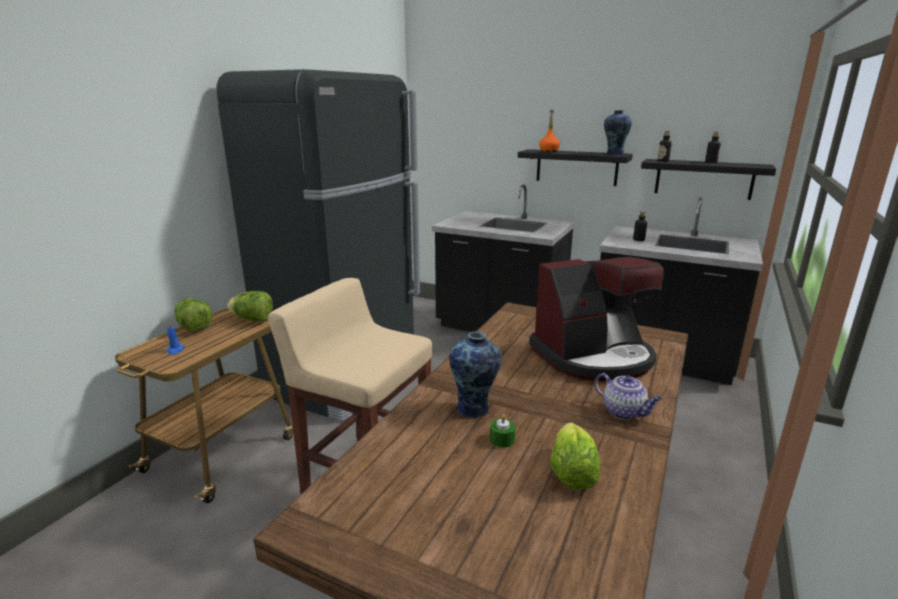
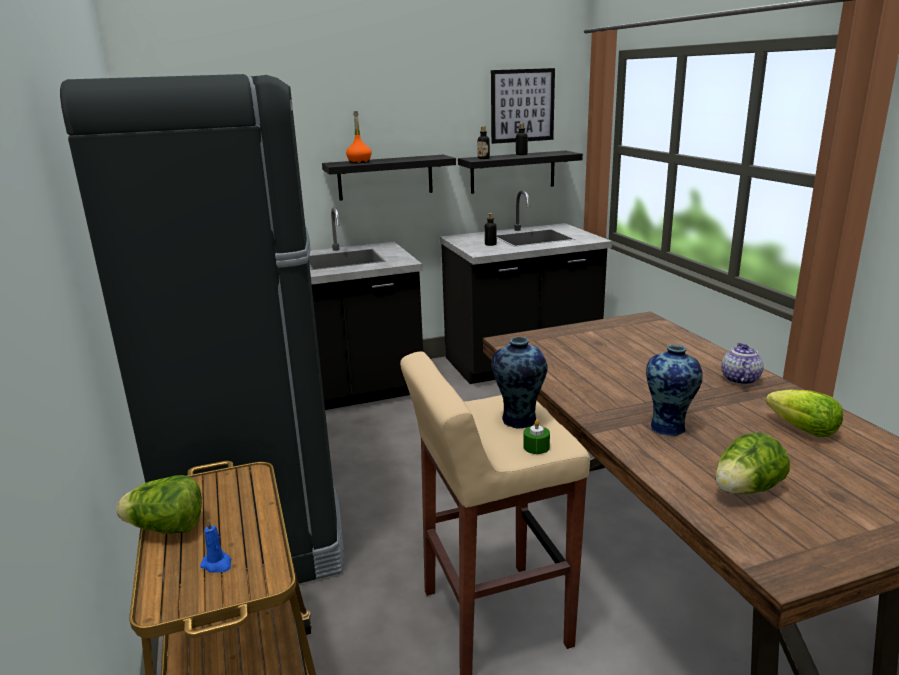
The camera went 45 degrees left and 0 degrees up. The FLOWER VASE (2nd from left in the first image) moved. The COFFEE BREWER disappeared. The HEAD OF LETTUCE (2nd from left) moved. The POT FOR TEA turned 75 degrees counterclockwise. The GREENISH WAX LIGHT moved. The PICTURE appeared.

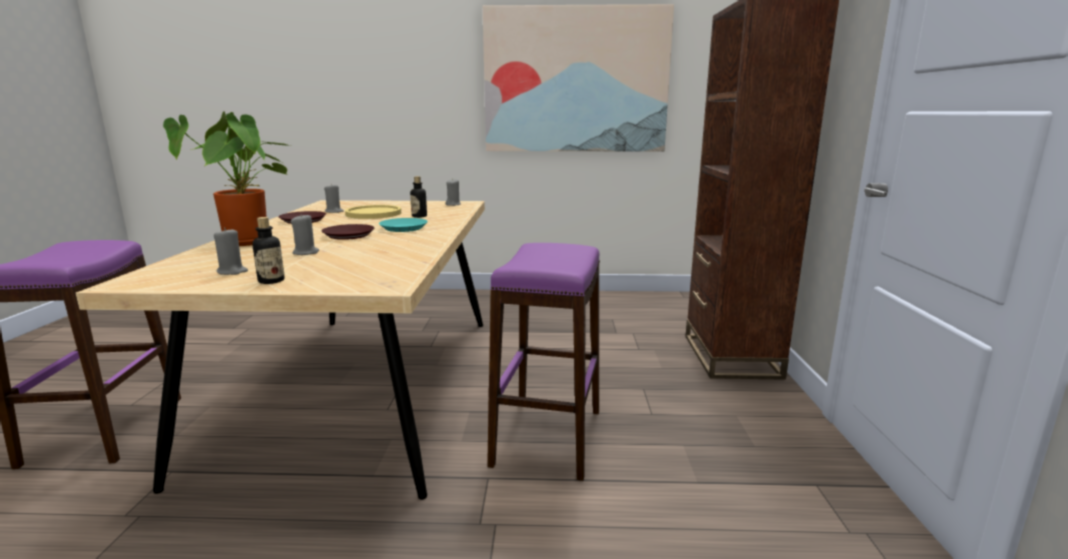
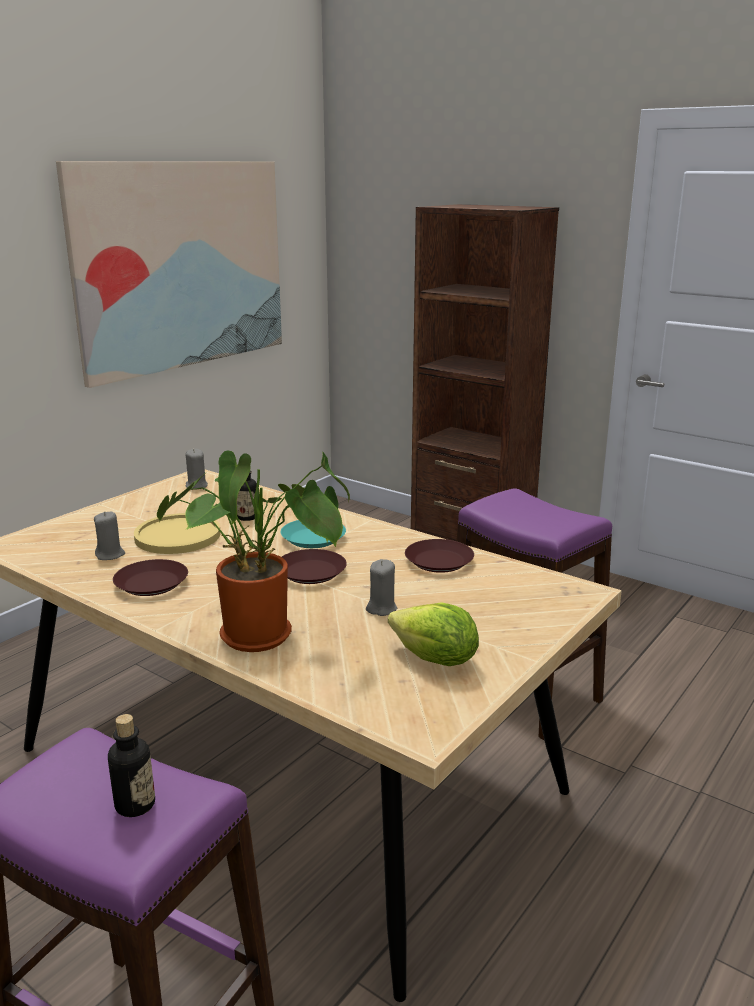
The camera went 55 degrees left and 5 degrees up. The DRINK BOTTLE (1st from left) moved. The GREYISH WAX LIGHT (1st from left) was replaced by the HEAD OF LETTUCE. The BROWN DINNER PLATE (3rd from left) appeared.

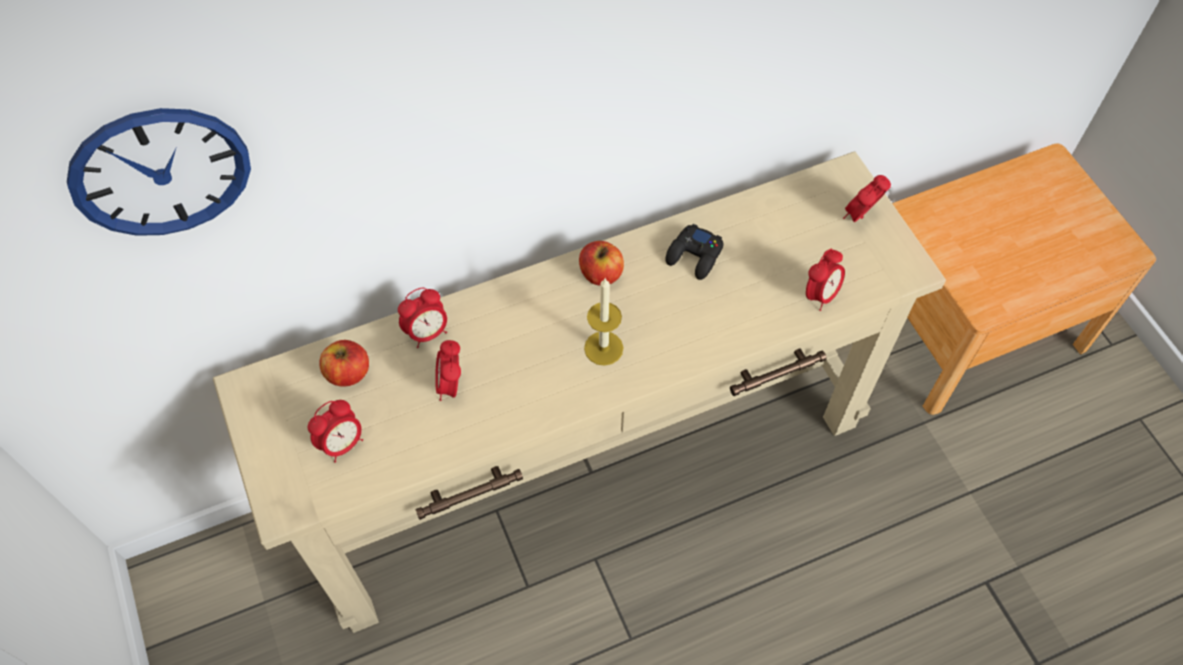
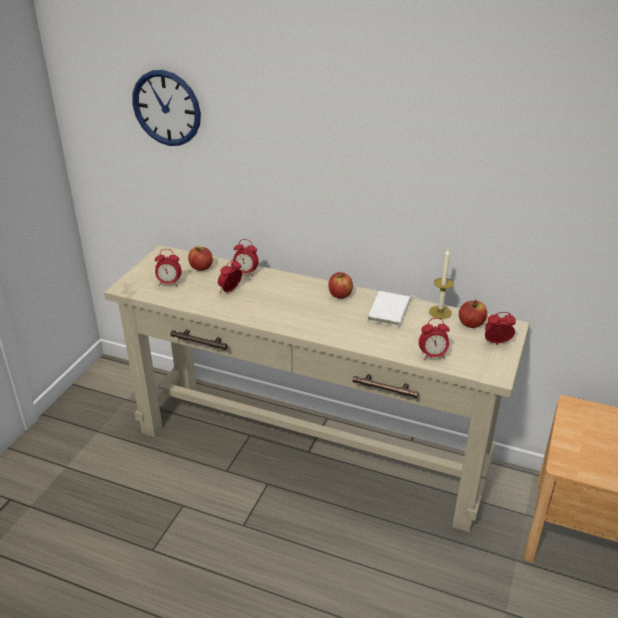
The camera went 45 degrees right and 25 degrees down. The BLACKISH GAME CONTROLLER was replaced by the WHITE BOUND BOOK. The WAX LIGHT moved. The APPLE FRUIT (3rd from left) appeared.

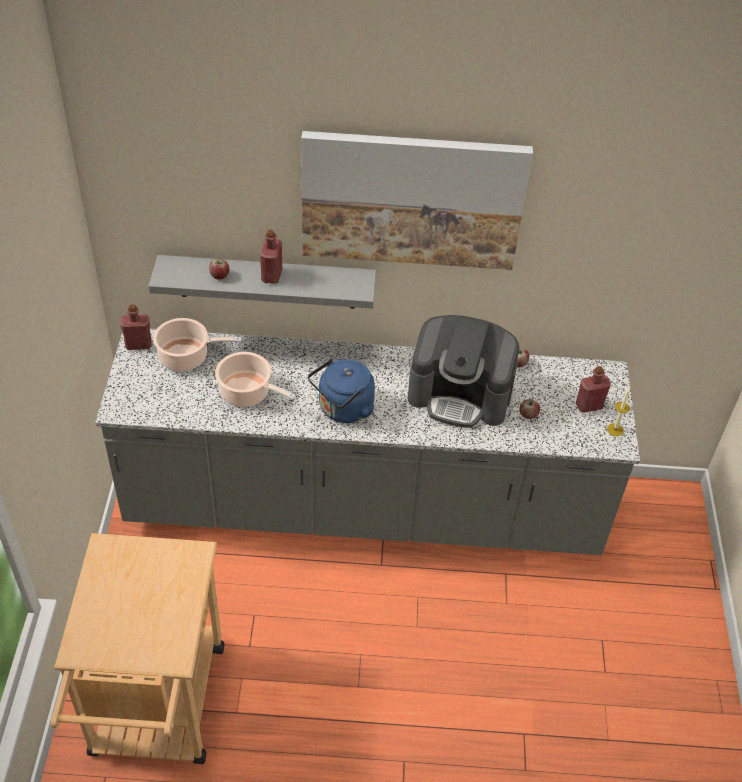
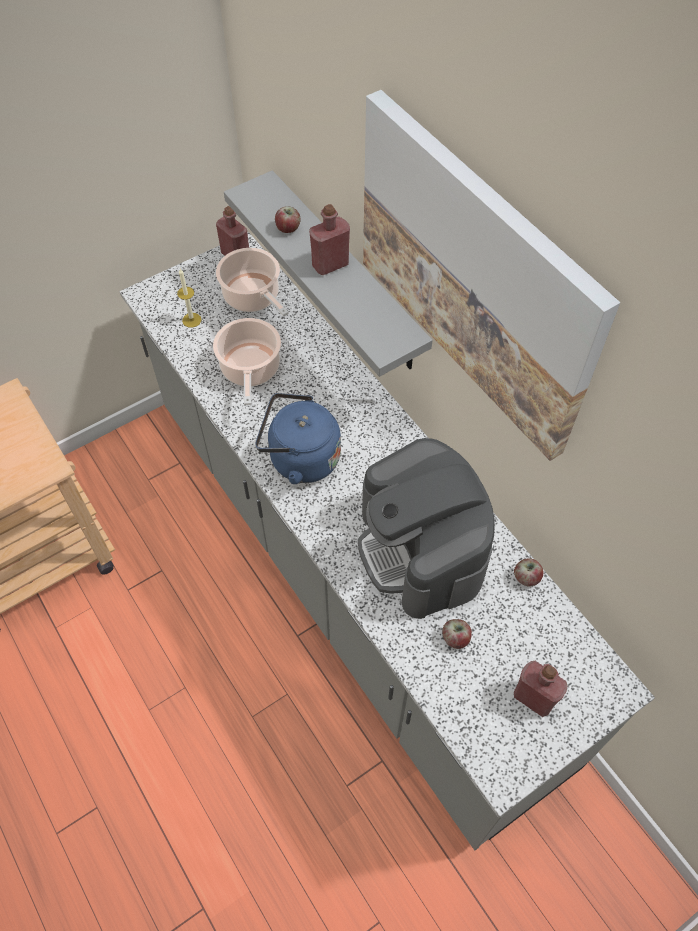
The camera went 55 degrees right and 10 degrees up. The WAX LIGHT moved.

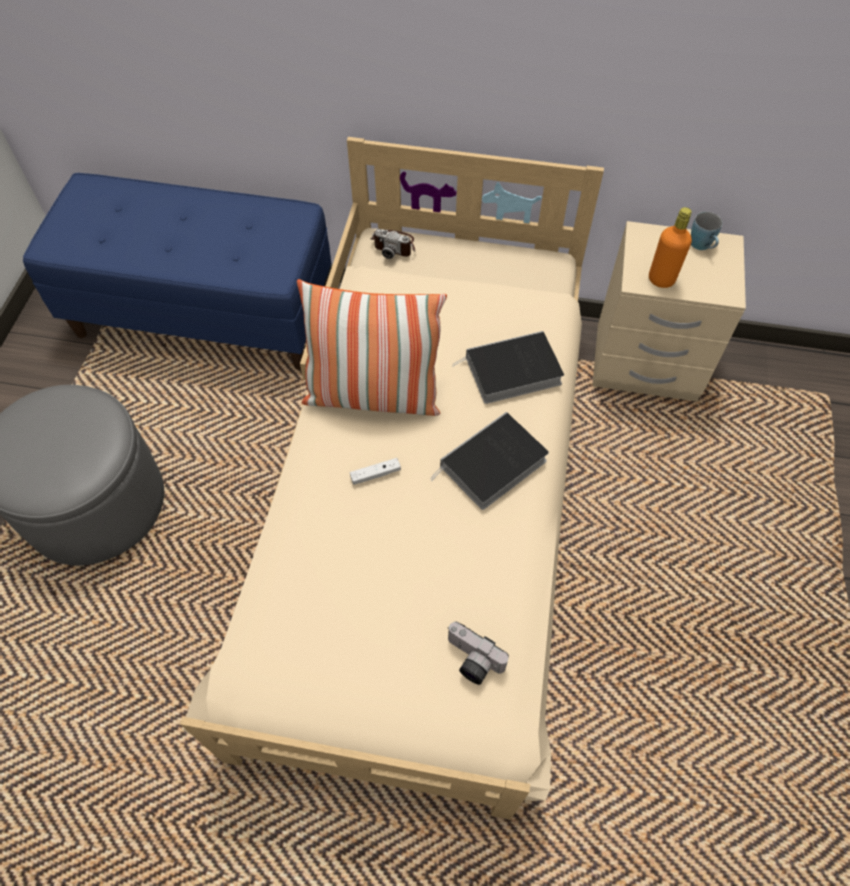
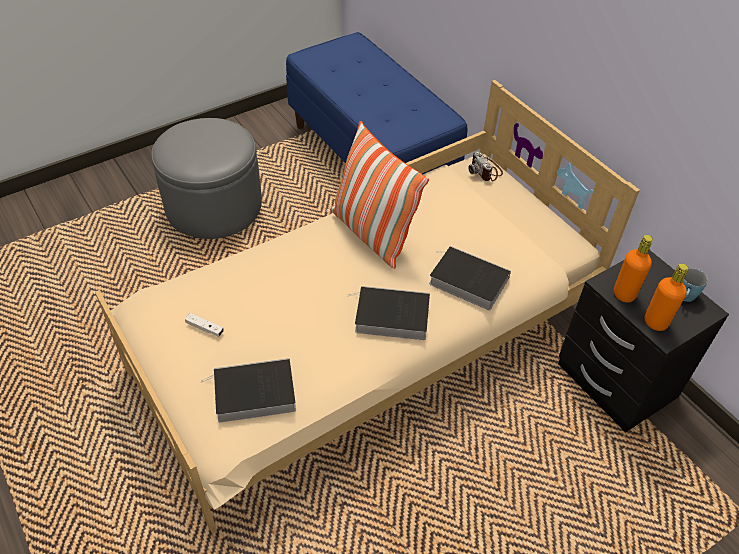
The camera went 45 degrees right and 10 degrees down. The BEIGE-COLOURED BEDSIDE TABLE became the BLACKISH BEDSIDE TABLE. The WHITE GAME CONTROLLER moved. The STILL CAMERA (2nd from left) was replaced by the BOUND BOOK (1st from left). The ORANGE DRINK BOTTLE (2nd from left) appeared.

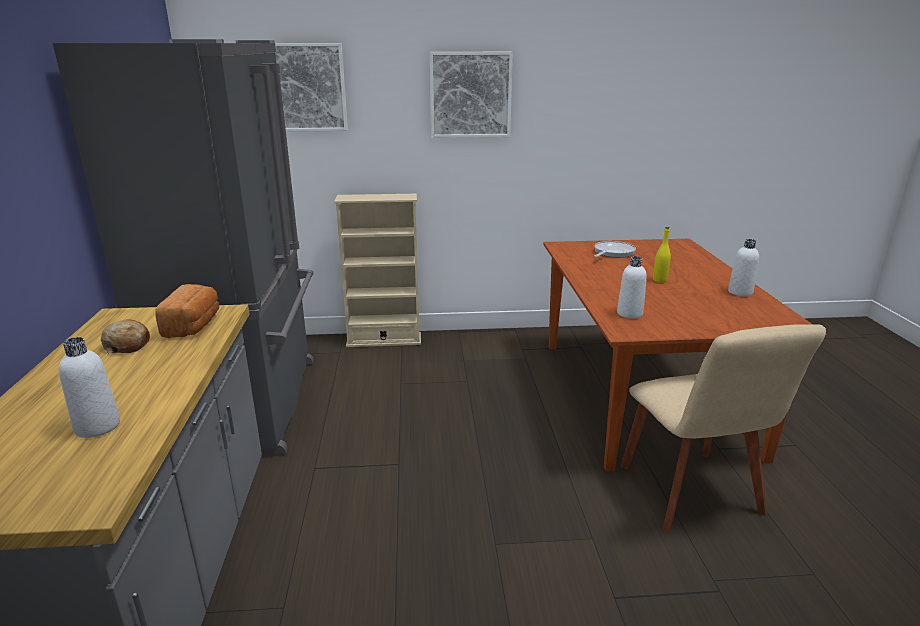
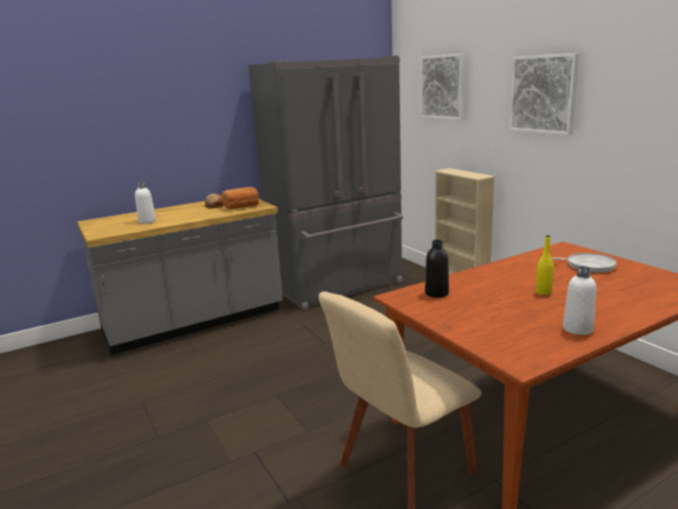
The camera went 65 degrees right and 5 degrees down. The WHITE DRINK BOTTLE (2nd from left) became the BLACKISH DRINK BOTTLE.

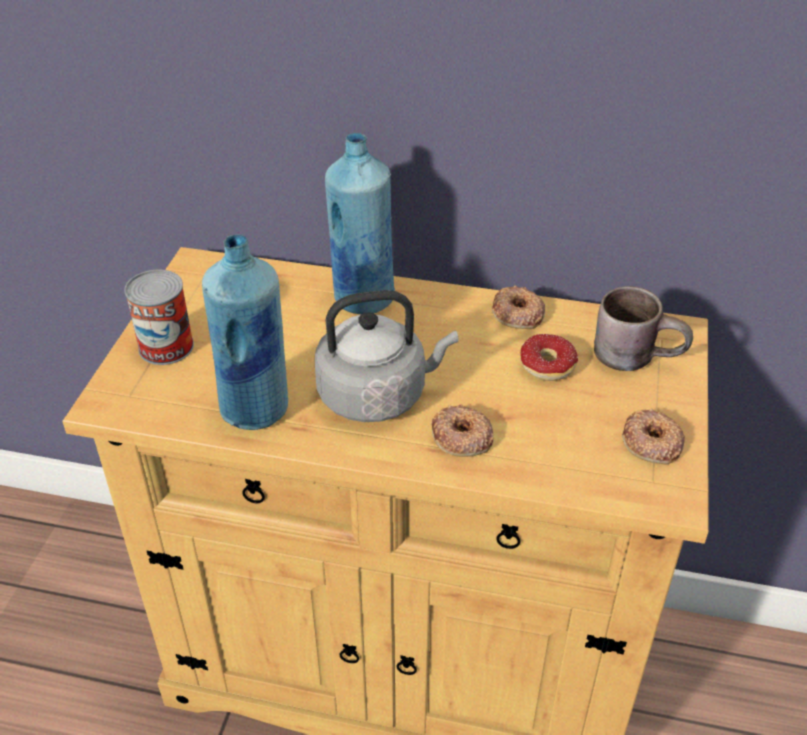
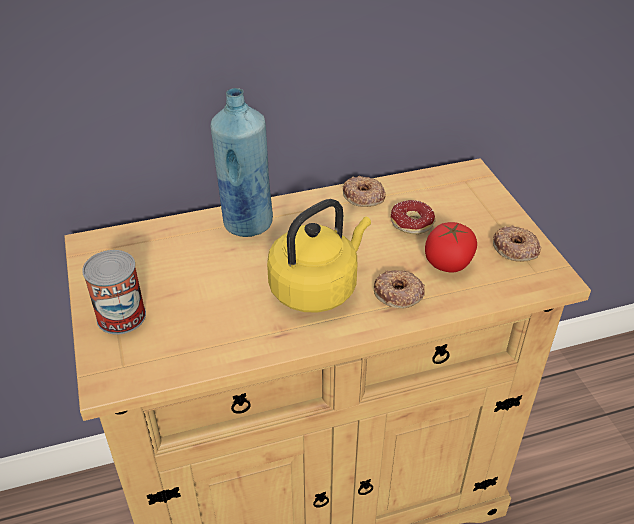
The camera went 30 degrees left and 0 degrees up. The BLUE DRINK BOTTLE (1st from left) disappeared. The BROWN TEA MUG disappeared. The GREYISH WATER KETTLE became the YELLOW WATER KETTLE. The FRESH TOMATO appeared.

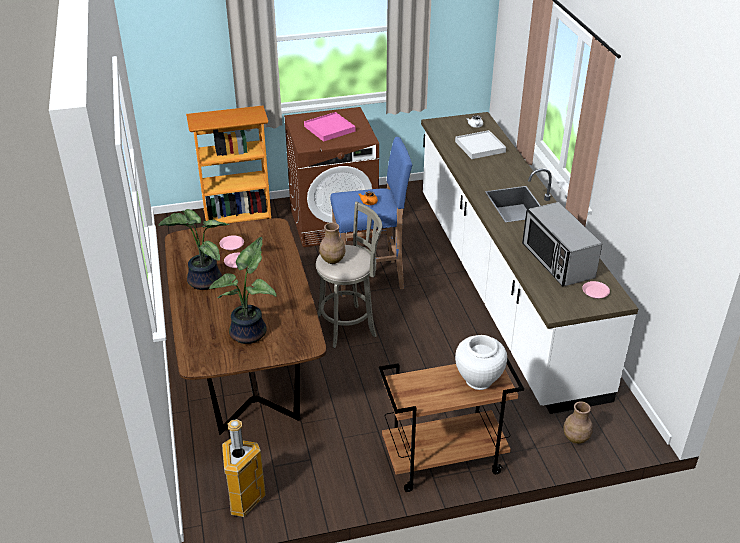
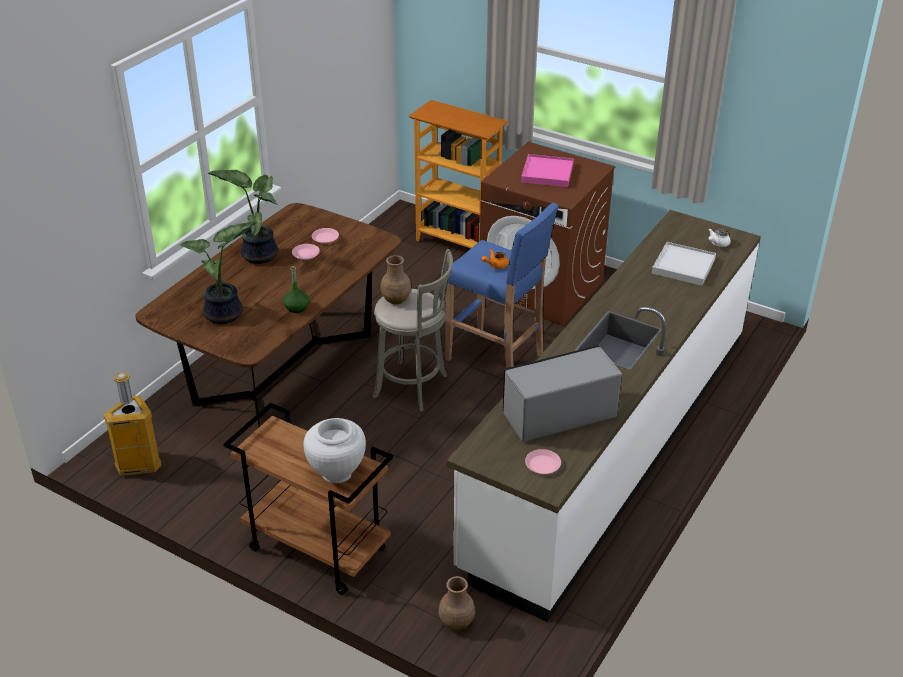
The camera went 45 degrees right and 0 degrees up. The MICROWAVE turned 45 degrees clockwise. The GREENISH DRINK BOTTLE appeared.

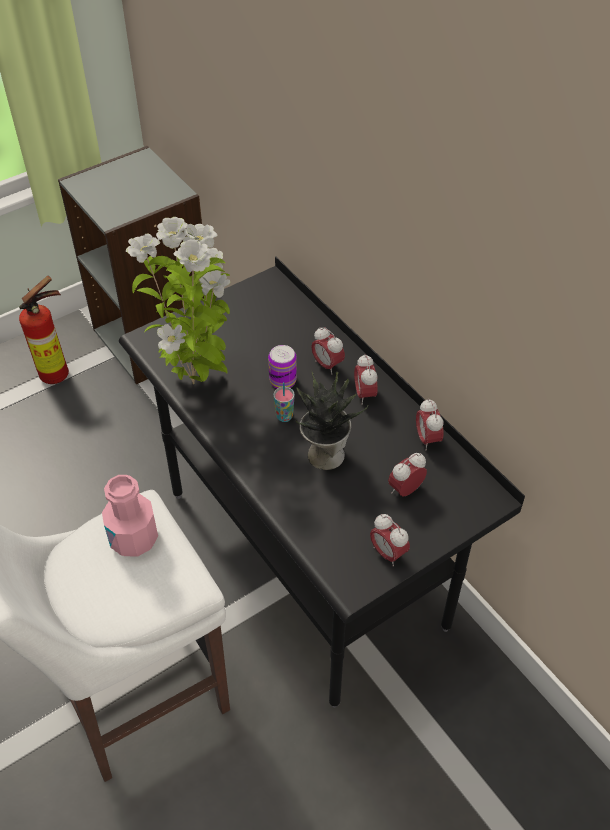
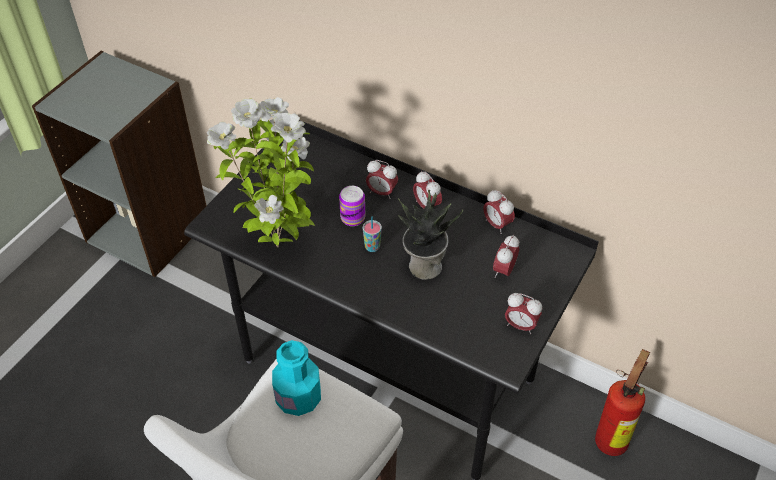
The camera went 25 degrees left and 0 degrees up. The EXTINGUISHER moved. The PINK DRINK BOTTLE became the TURQUOISE DRINK BOTTLE.

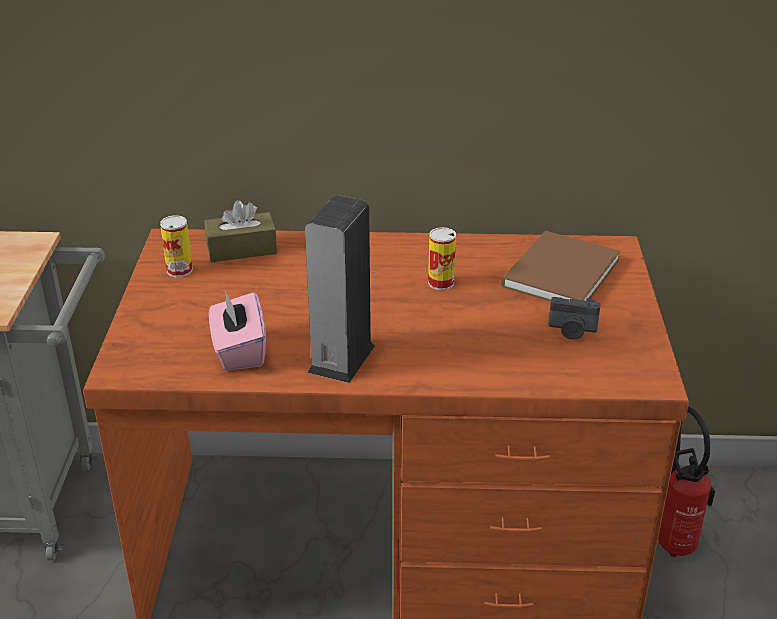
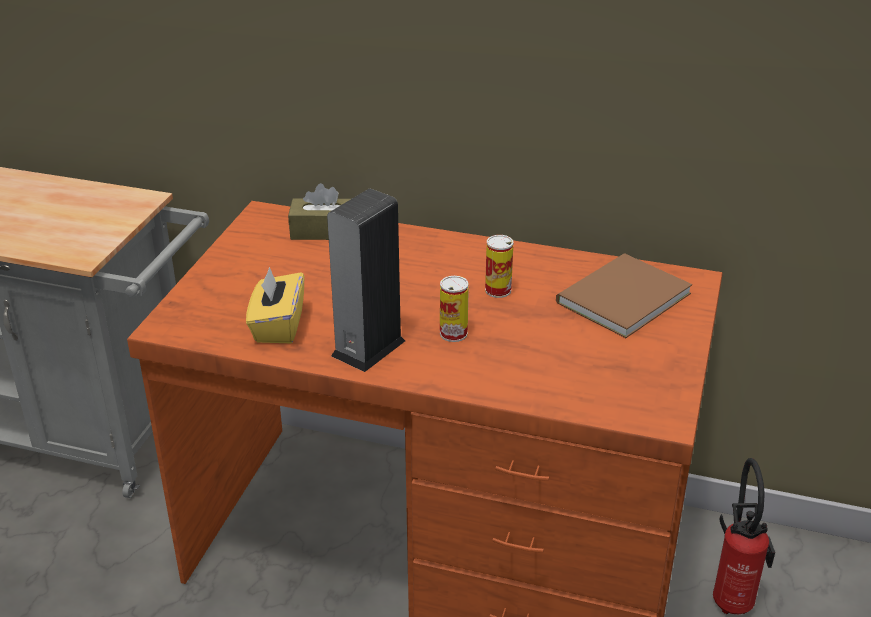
The camera went 15 degrees right and 0 degrees up. The CAN (1st from left) moved. The PINK BOX OF TISSUES became the YELLOW BOX OF TISSUES. The STILL CAMERA disappeared.

